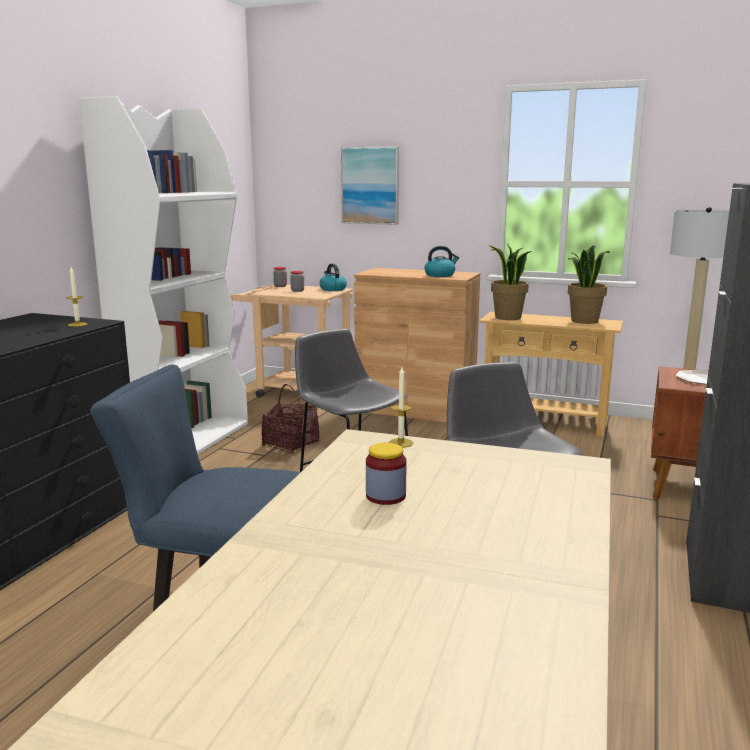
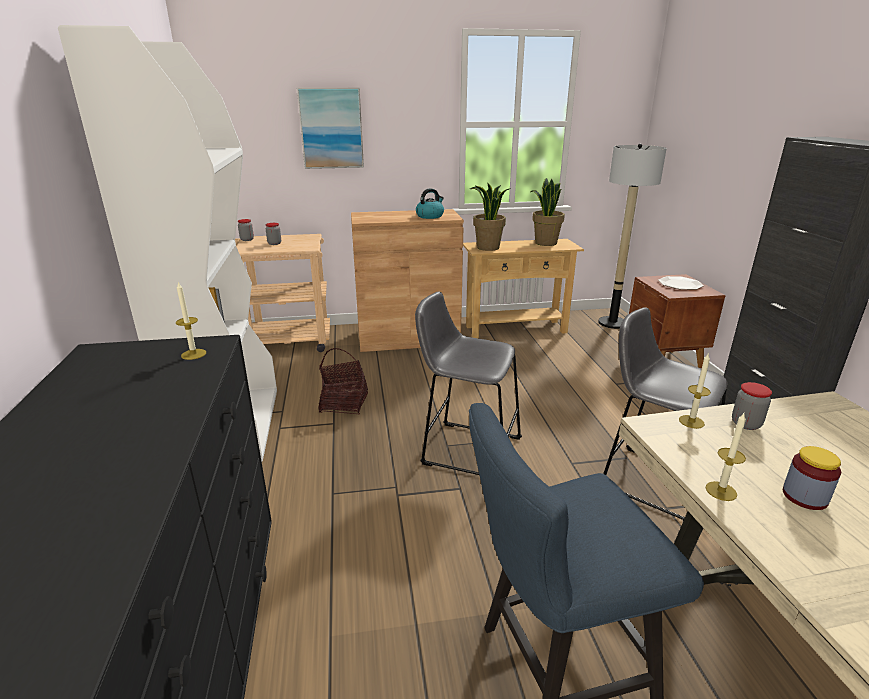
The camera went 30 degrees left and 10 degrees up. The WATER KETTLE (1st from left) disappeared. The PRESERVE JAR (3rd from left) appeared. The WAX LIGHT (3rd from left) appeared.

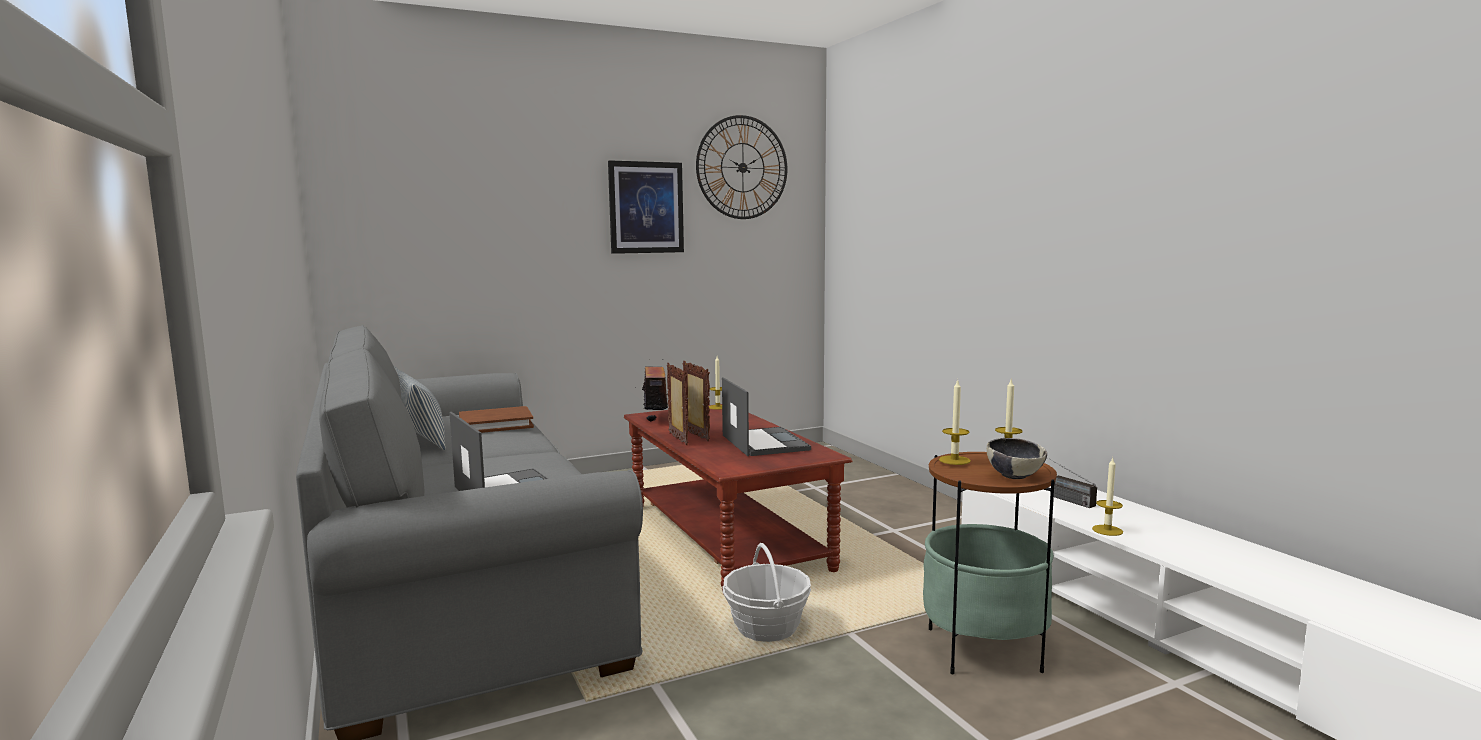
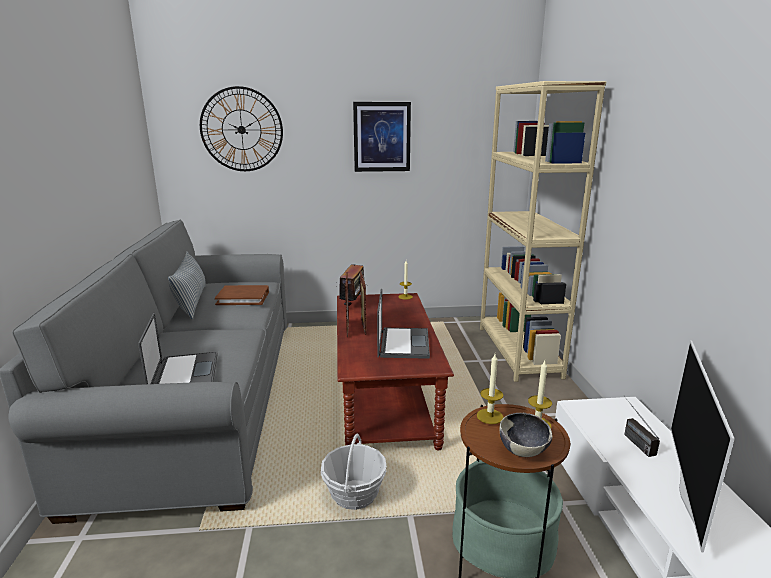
The camera went 20 degrees right and 10 degrees up. The WALL CLOCK moved. The WAX LIGHT (4th from left) disappeared. The BEIGE-COLOURED BOOKCASE appeared. The TV appeared.

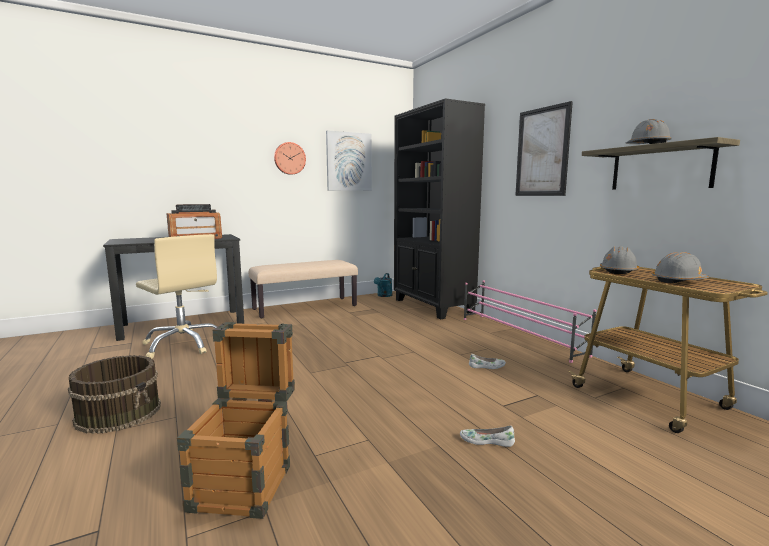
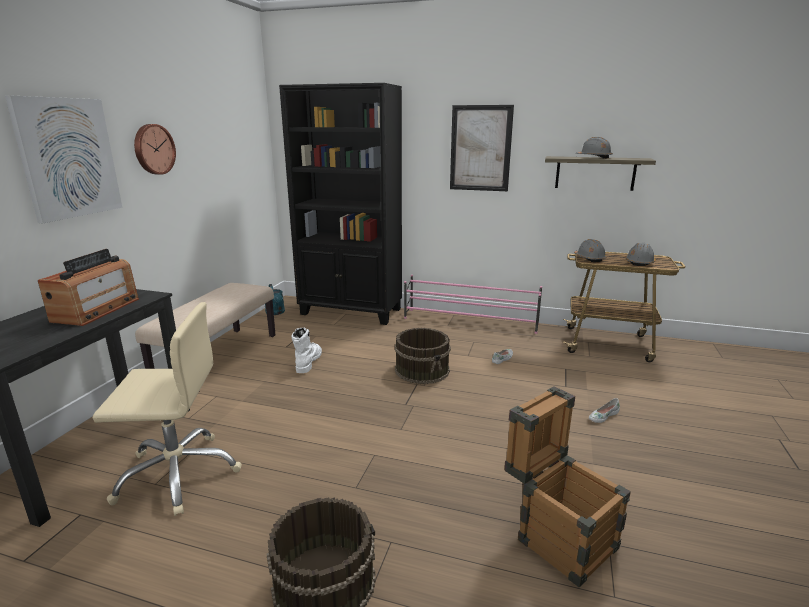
The camera went 45 degrees left and 10 degrees up. The PICTURE (1st from left) moved. The WHITE TALL BOOT appeared. The BROWN PAIL (2nd from left) appeared.

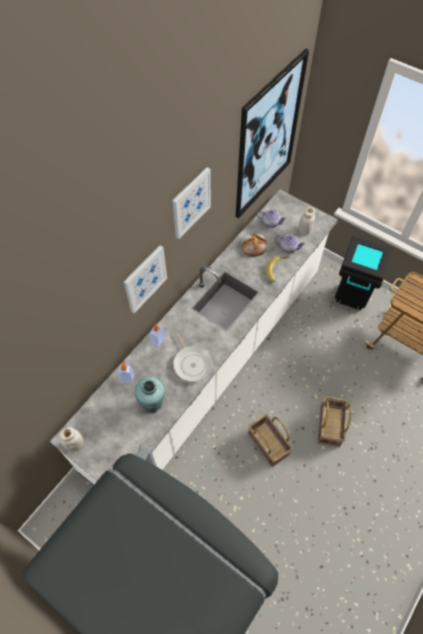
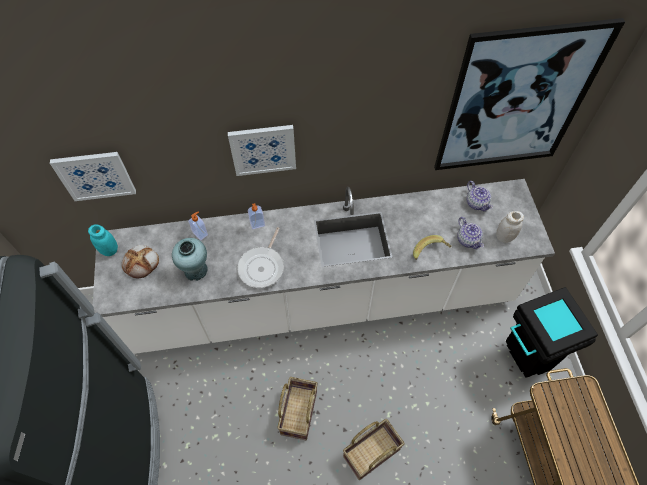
The camera went 45 degrees right and 0 degrees up. The PICTURE (2nd from left in the first image) moved. The BREAD moved. The WHITE PRESERVE JAR (1st from left) became the TURQUOISE PRESERVE JAR.

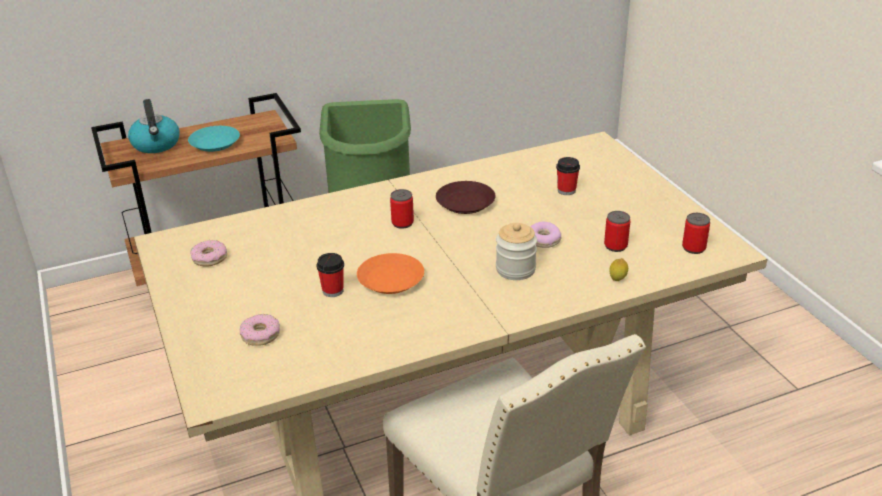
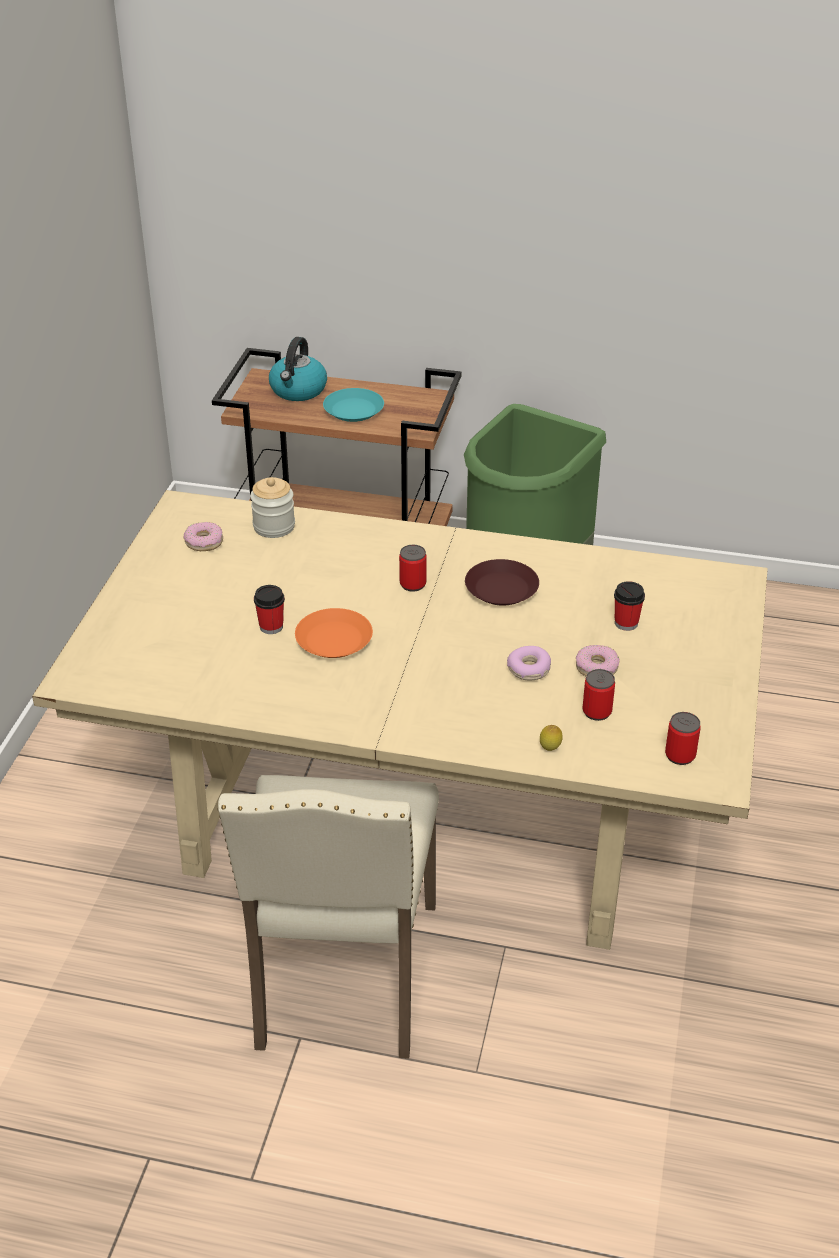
The camera went 35 degrees right and 5 degrees up. The PRESERVE JAR moved. The RING DOUGHNUT (2nd from left in the first image) moved.

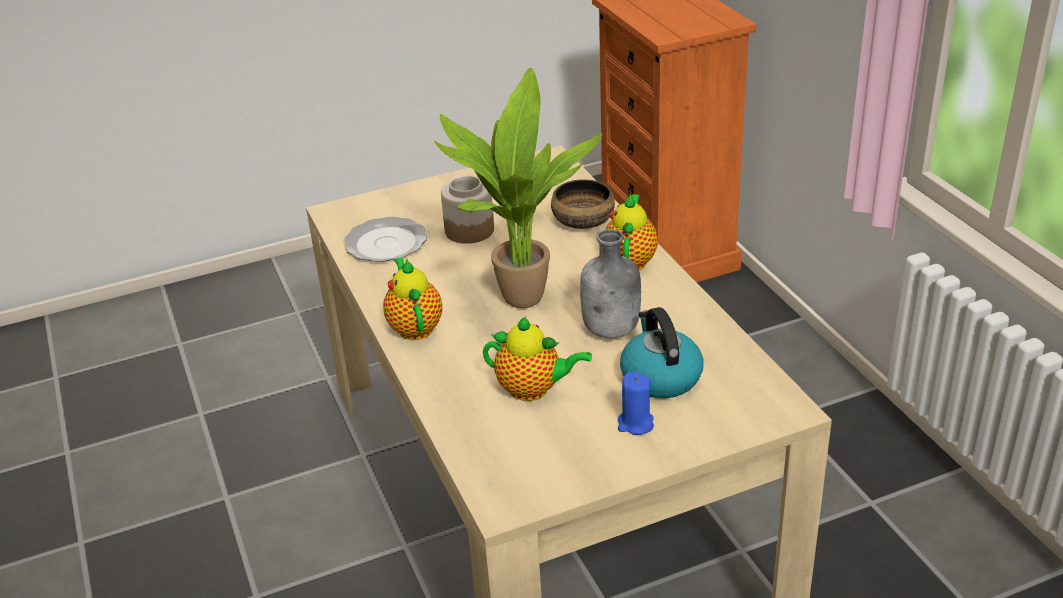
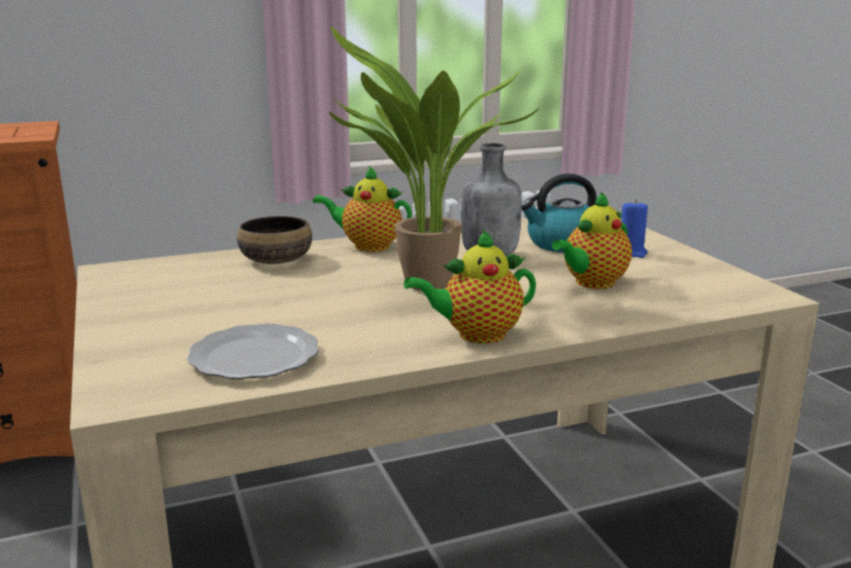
The camera went 90 degrees left and 15 degrees down. The PRESERVE JAR disappeared. The POT FOR TEA (2nd from left in the first image) turned 150 degrees counterclockwise.

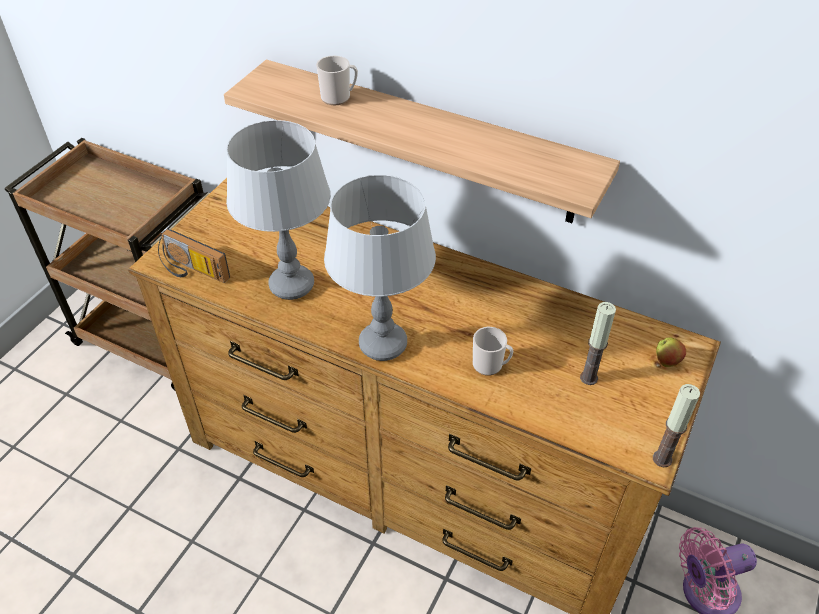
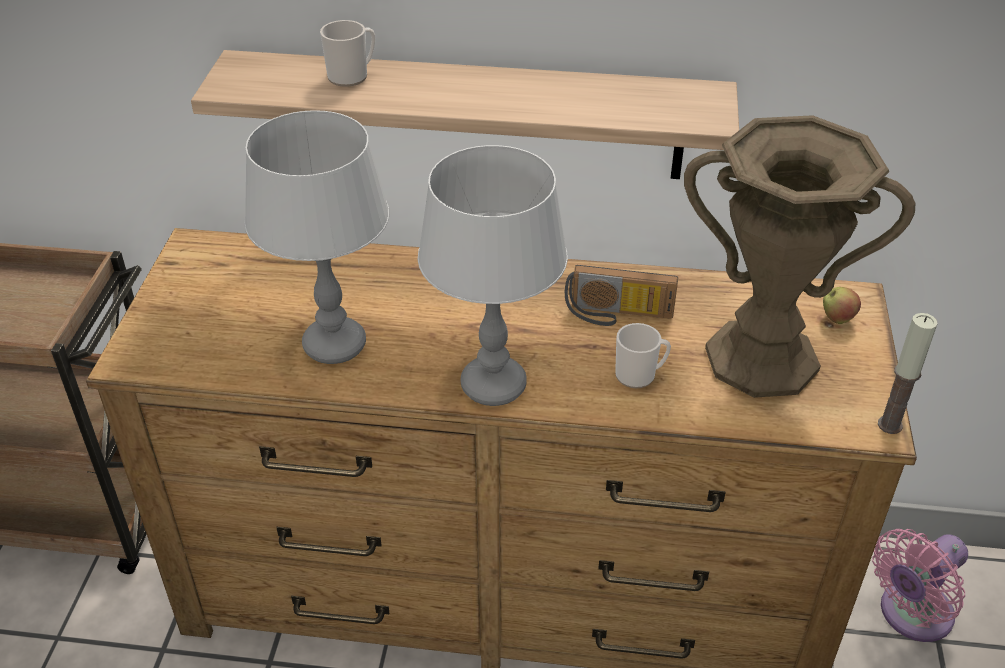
The camera went 20 degrees left and 5 degrees down. The RADIO SET moved. The WAX LIGHT (1st from left) was replaced by the BROWN FLOWER VASE.

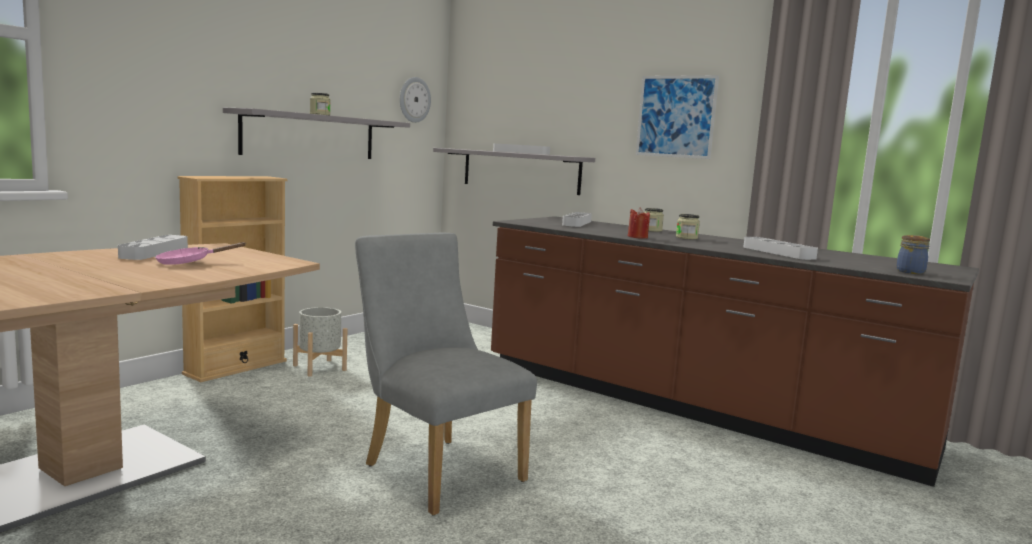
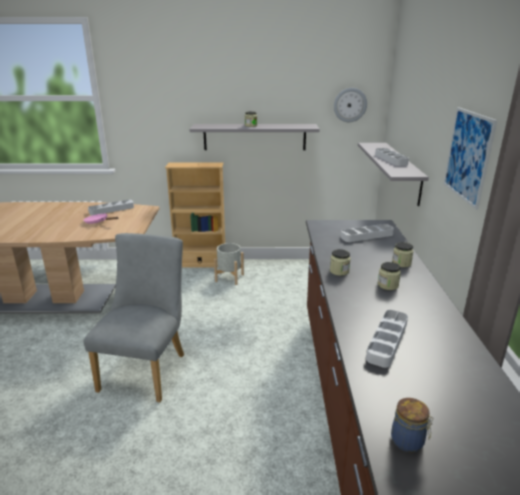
The camera went 55 degrees right and 15 degrees up. The REDDISH WAX LIGHT was replaced by the PRESERVE JAR (2nd from left).

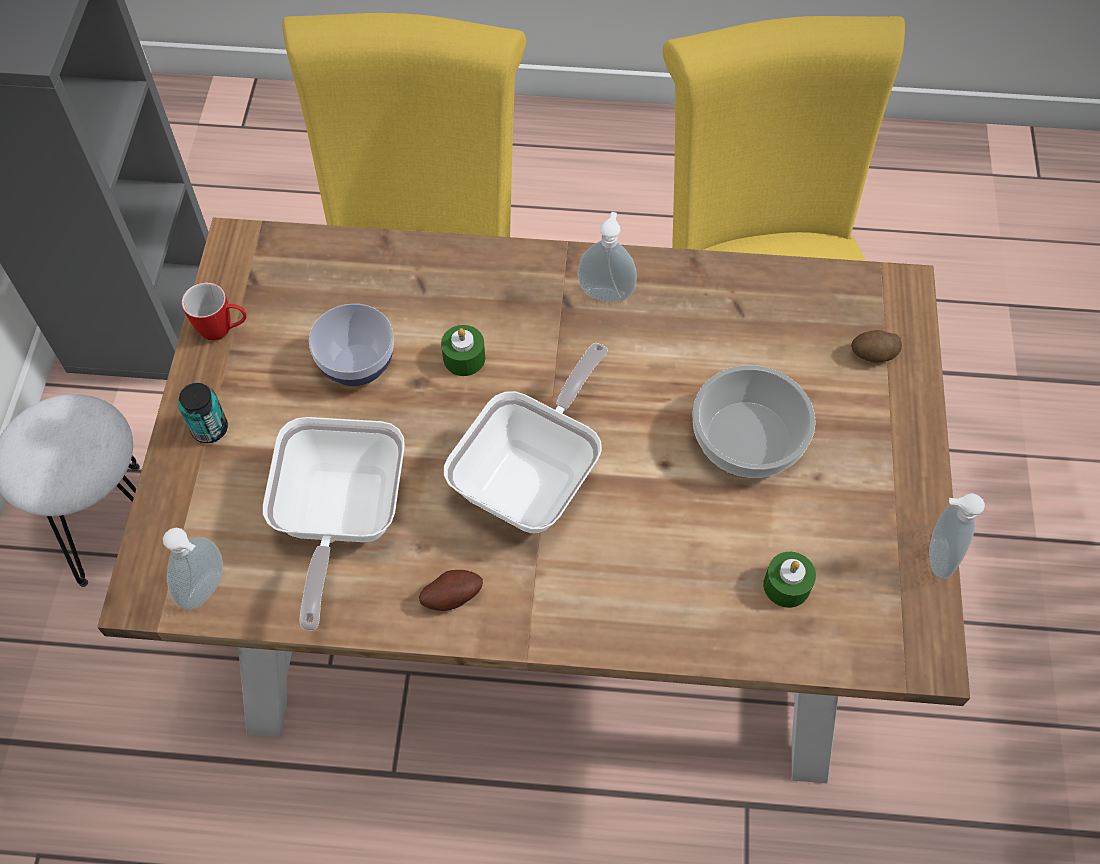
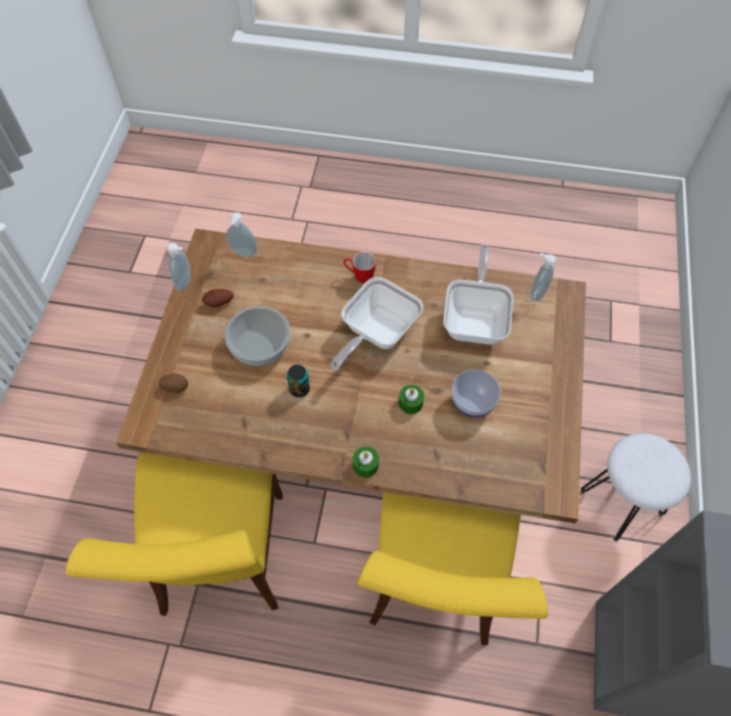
The camera went 175 degrees left and 0 degrees up. The SOAP DISPENSER (2nd from left) moved. The TEA MUG moved. The CAN moved. The GREENISH WAX LIGHT (2nd from left in the first image) moved. The POTATO (1st from left in the first image) moved.

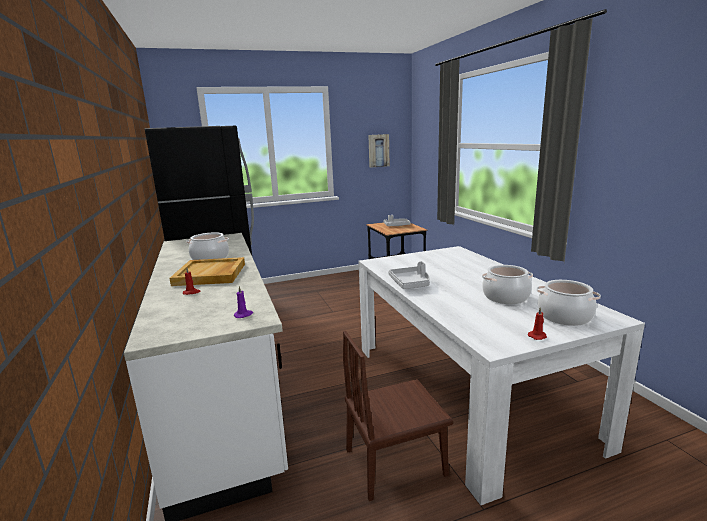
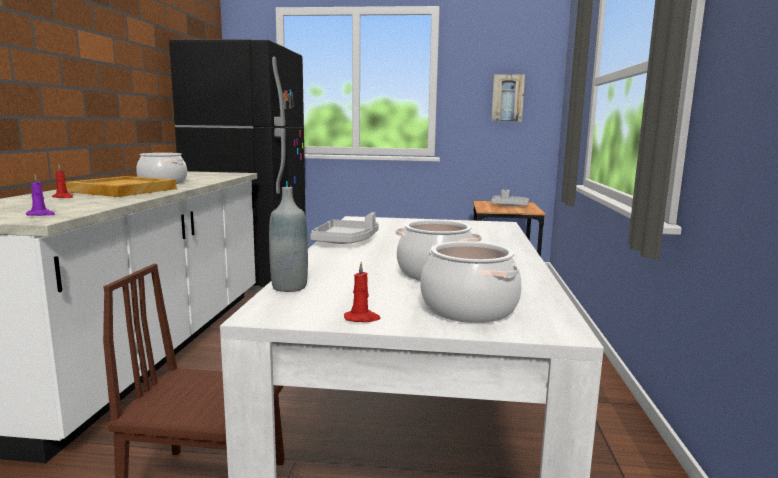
The camera went 25 degrees right and 5 degrees down. The GREYISH DRINK BOTTLE appeared.

